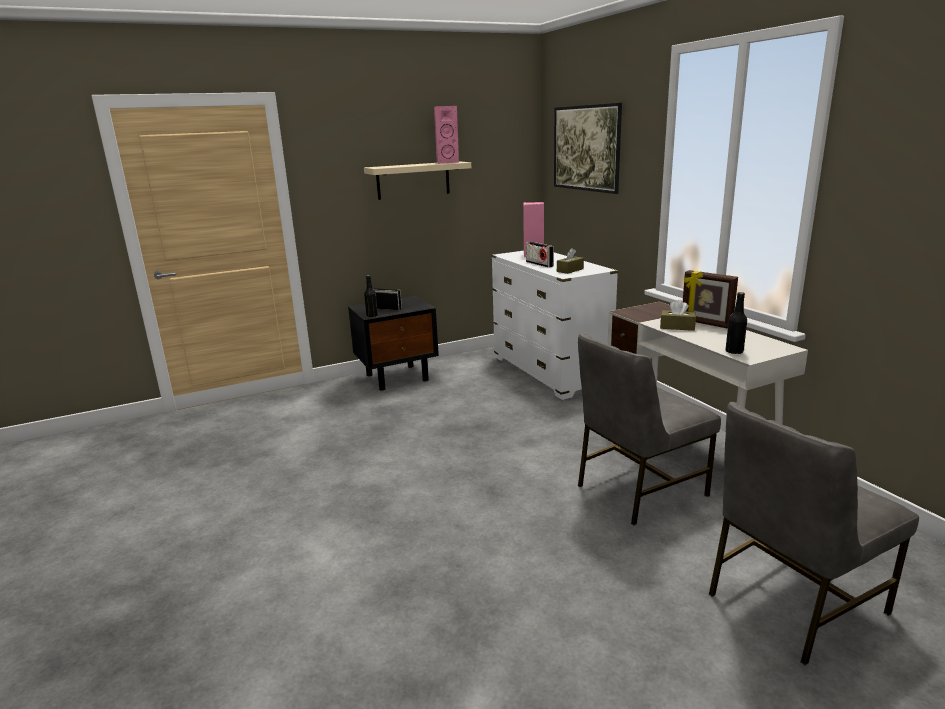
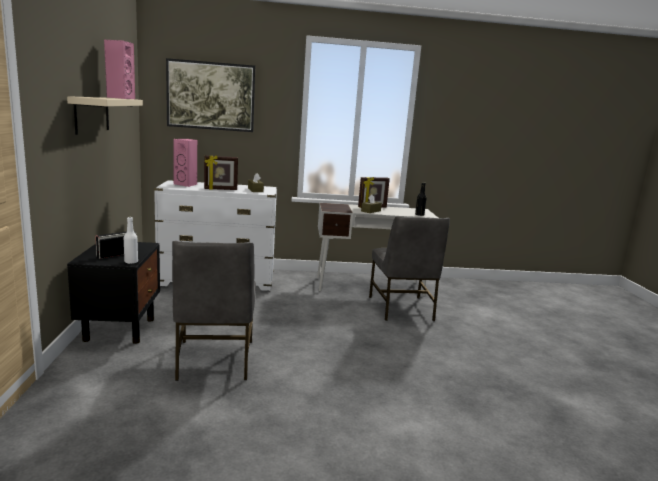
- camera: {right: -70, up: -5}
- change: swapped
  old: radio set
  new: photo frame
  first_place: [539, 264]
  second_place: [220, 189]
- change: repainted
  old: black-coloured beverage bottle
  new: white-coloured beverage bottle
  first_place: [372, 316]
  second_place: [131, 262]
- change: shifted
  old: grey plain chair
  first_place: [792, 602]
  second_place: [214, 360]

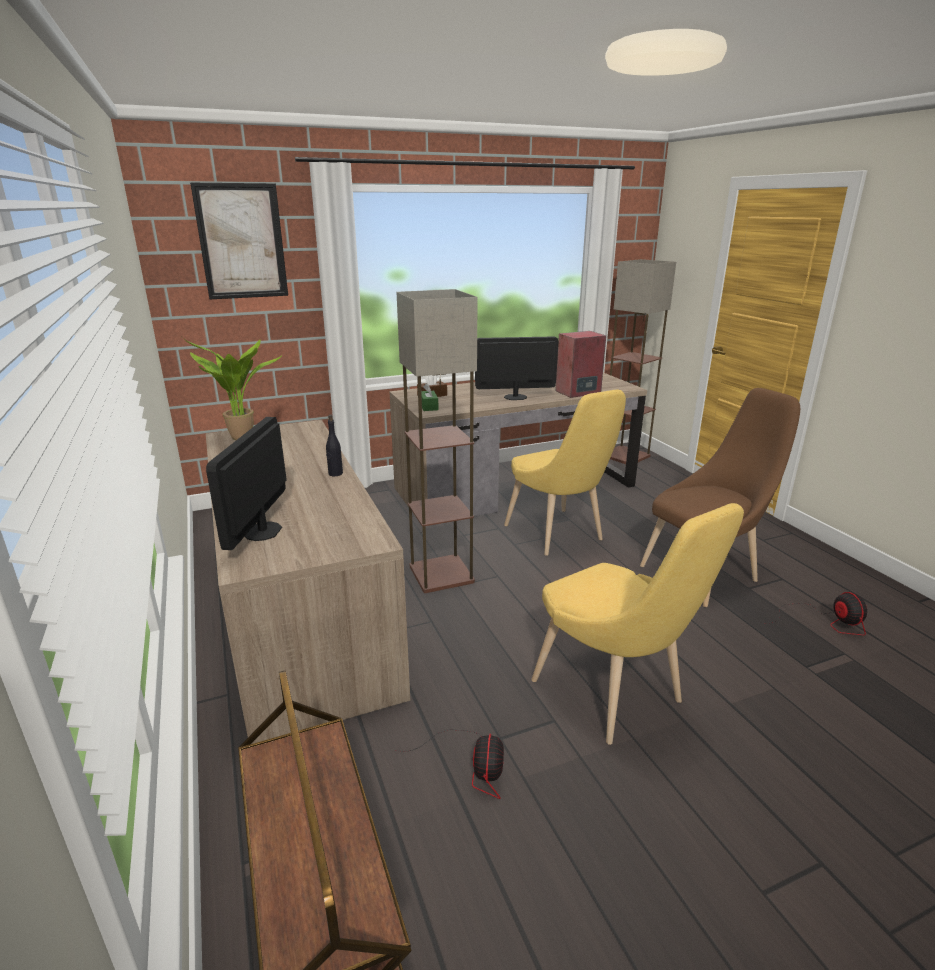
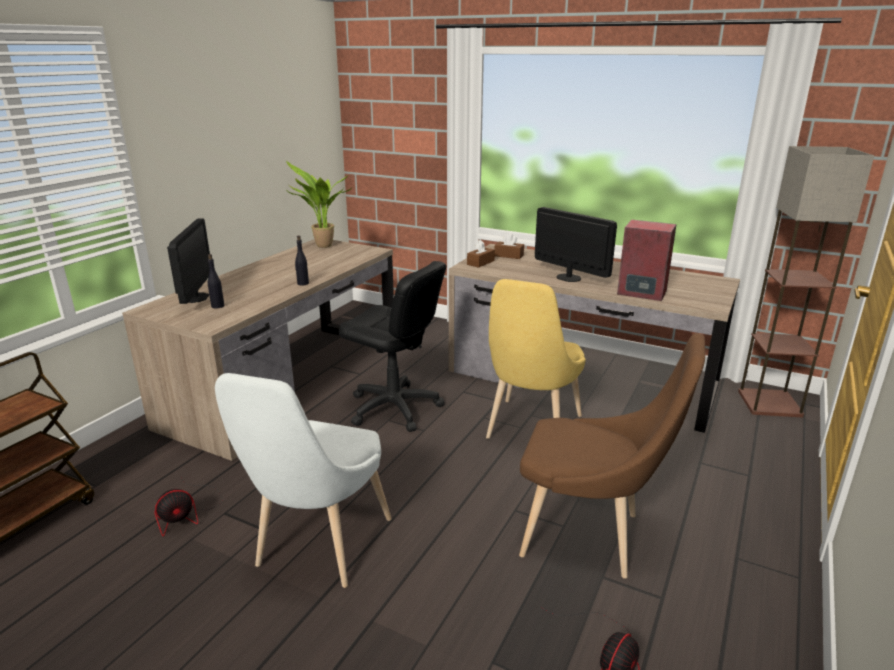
- camera: {right: 50, up: 0}
- change: gone
  old: wall picture
  first_place: [241, 242]
- change: swapped
  old: standard lamp
  new: black-coloured computer chair
  first_place: [442, 574]
  second_place: [394, 408]
- change: repainted
  old: green-coloured tissue box
  new: brown-coloured tissue box
  first_place: [428, 406]
  second_place: [480, 262]
- change: rotated
  old: computer display
  first_place: [263, 531]
  second_place: [196, 297]
  degrees: 120
- change: repainted
  old: yellowish plain chair
  new: white-coloured plain chair
  first_place: [614, 696]
  second_place: [319, 548]
- change: new
  new: black-coloured beverage bottle
  second_place: [217, 306]

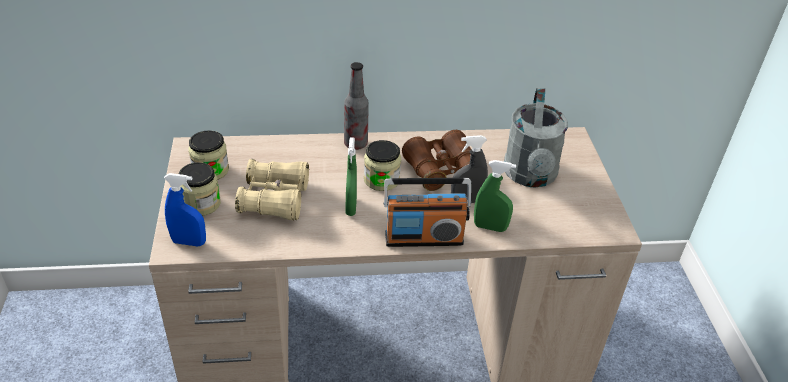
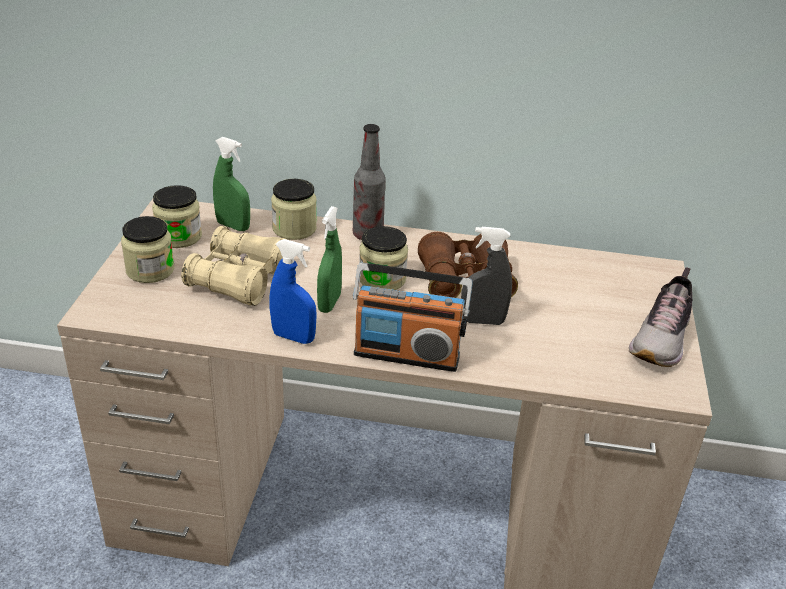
- camera: {right: 15, up: -5}
- change: gone
  old: grey sprinkling can
  first_place: [530, 176]
- change: shifted
  old: green-coloured hand sprayer
  first_place: [490, 227]
  second_place: [233, 226]
- change: shifted
  old: blue-coloured hand sprayer
  first_place: [189, 242]
  second_place: [293, 337]
- change: new
  new: preserve jar
  second_place: [294, 228]
- change: new
  new: shoe
  second_place: [662, 339]

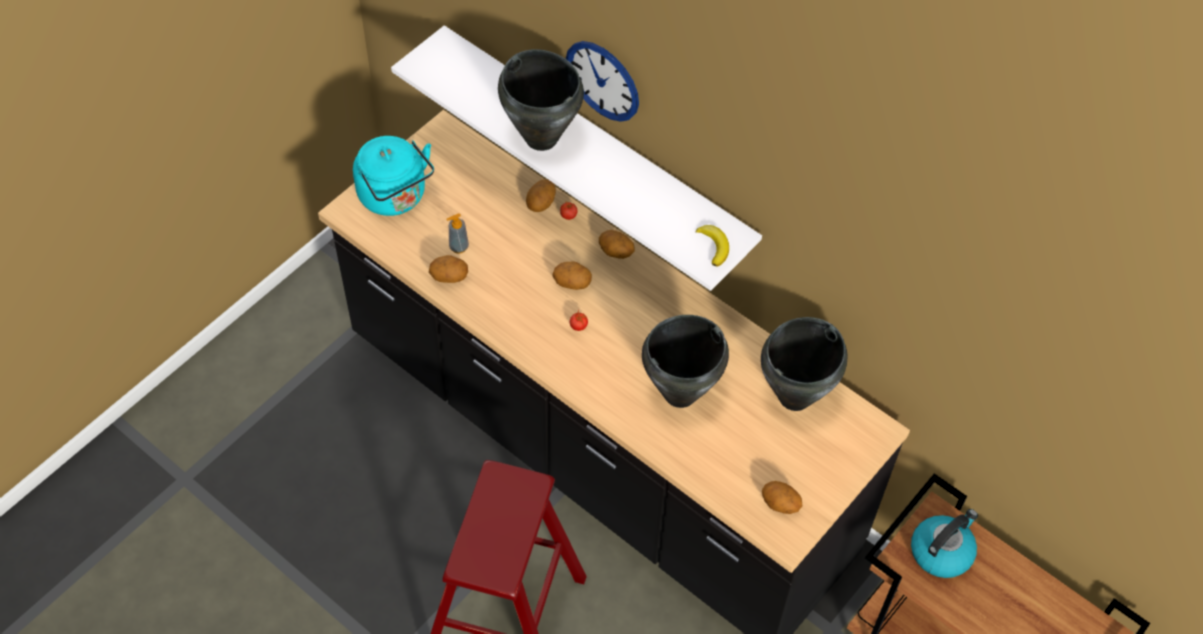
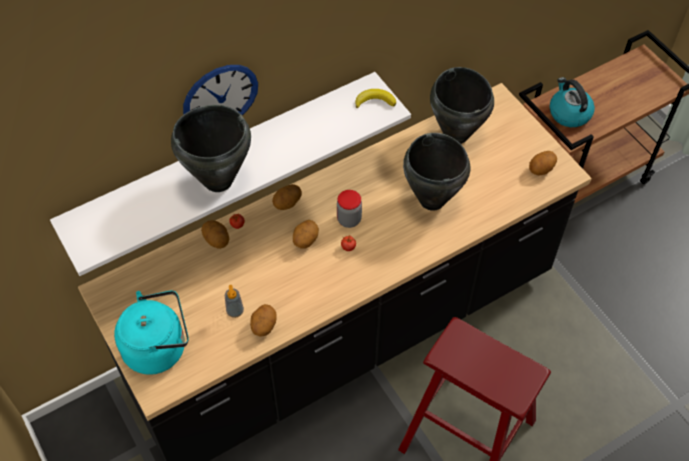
- camera: {right: -70, up: 0}
- change: new
  new: preserve jar
  second_place: [349, 219]

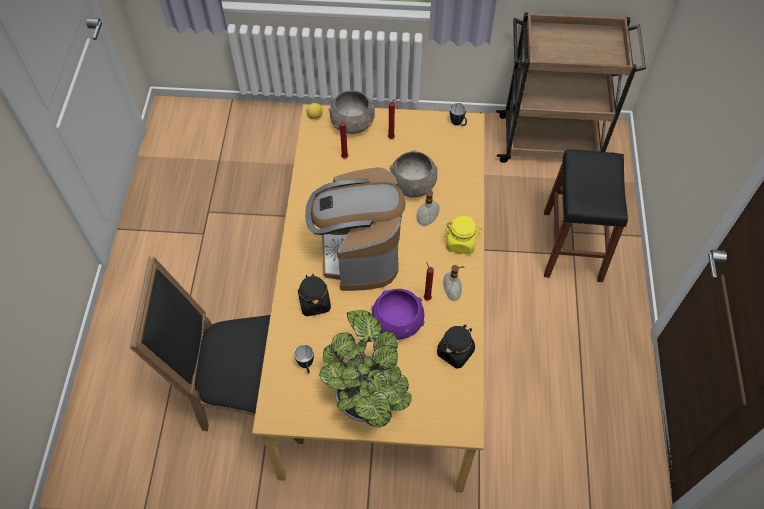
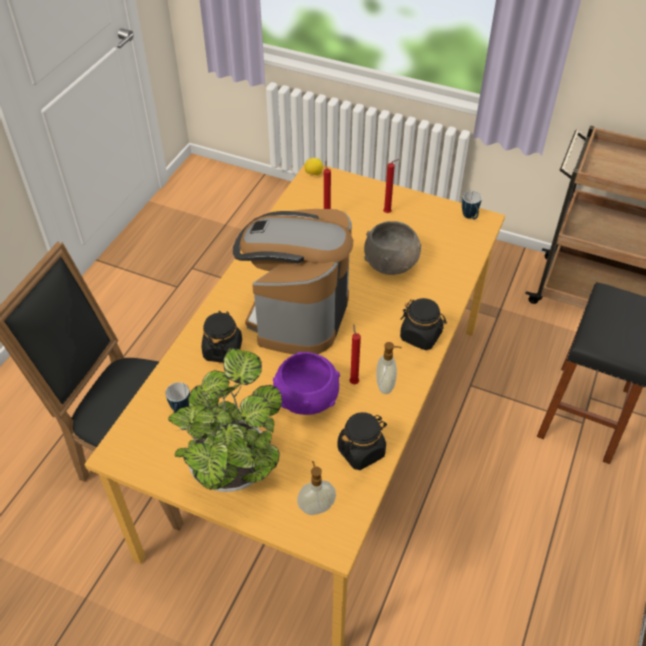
- camera: {right: 20, up: -10}
- change: gone
  old: grey bowl
  first_place: [352, 124]
- change: shifted
  old: soap bottle
  first_place: [426, 220]
  second_place: [316, 507]
- change: repainted
  old: yellowish preserve jar
  new: black-coloured preserve jar
  first_place: [461, 243]
  second_place: [421, 336]

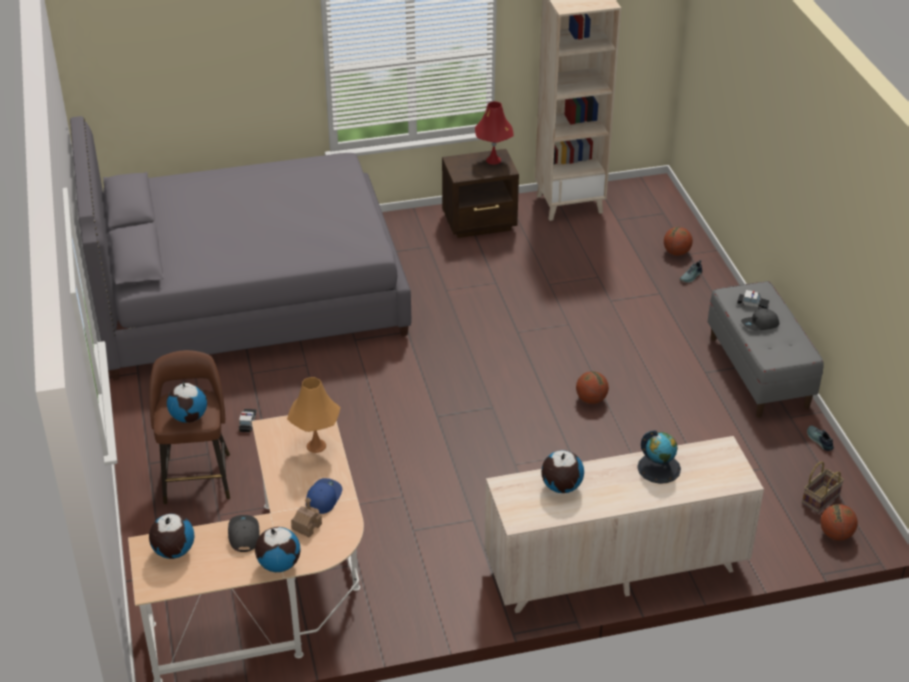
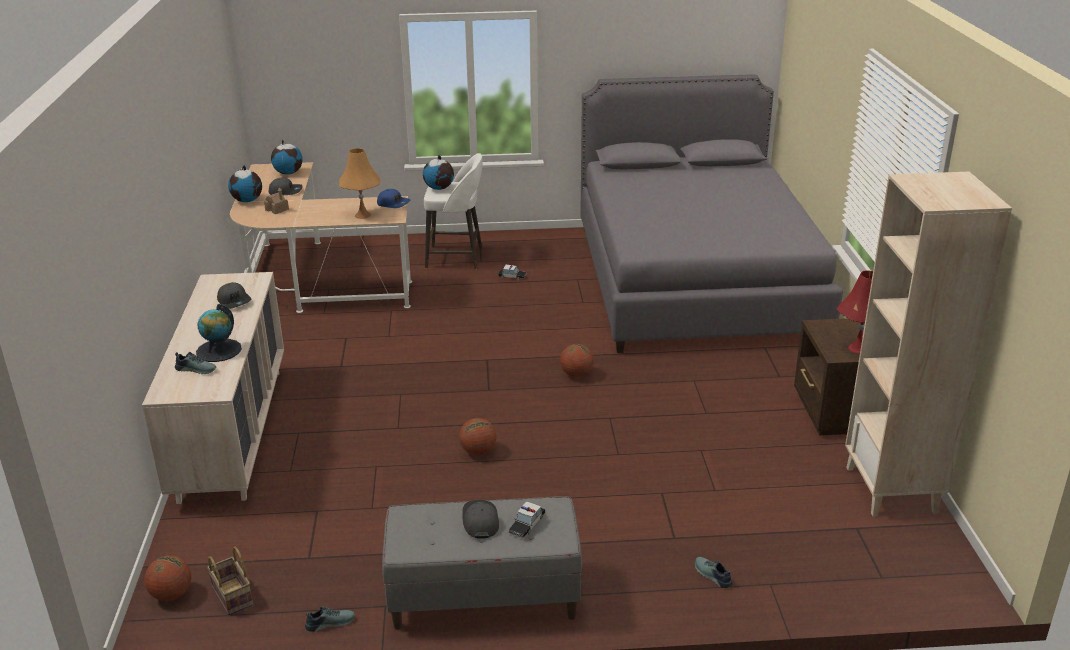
- camera: {right: 100, up: -10}
- change: shifted
  old: ball for basketball
  first_place: [676, 252]
  second_place: [576, 374]
- change: repainted
  old: brown-coloured stool
  new: white-coloured stool
  first_place: [197, 476]
  second_place: [456, 257]
- change: swapped
  old: globe
  new: grey baseball cap
  first_place: [561, 487]
  second_place: [235, 301]
- change: shifted
  old: blue-coloured baseball cap
  first_place: [323, 498]
  second_place: [393, 203]
- change: new
  new: shoe
  second_place: [196, 369]

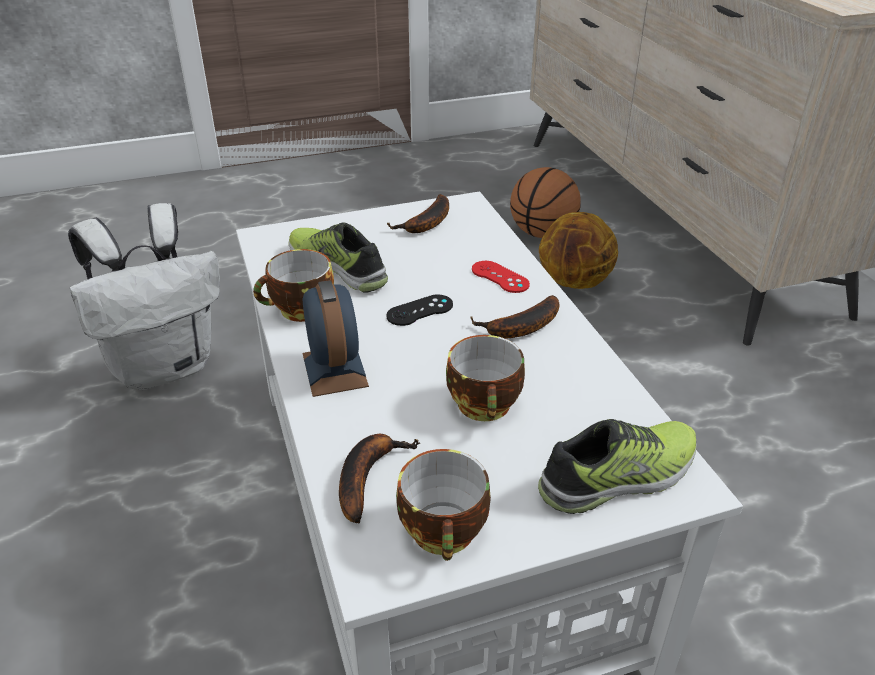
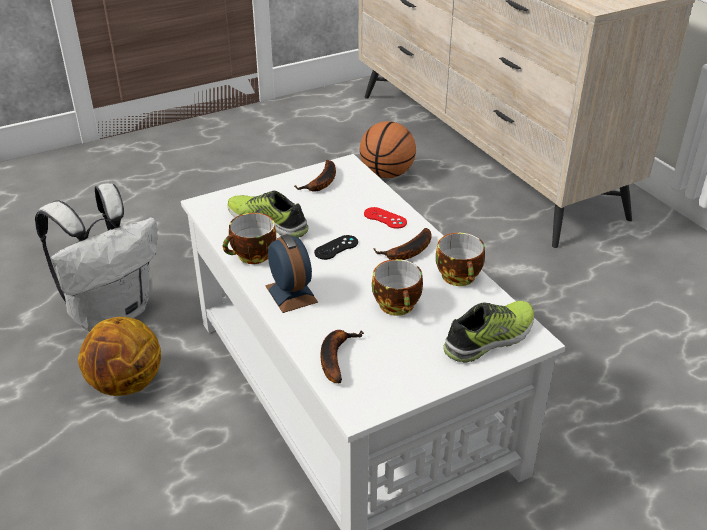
- camera: {right: -10, up: 0}
- change: shifted
  old: ball for basketball
  first_place: [574, 282]
  second_place: [126, 384]
- change: shifted
  old: drinking cup
  first_place: [446, 534]
  second_place: [460, 277]

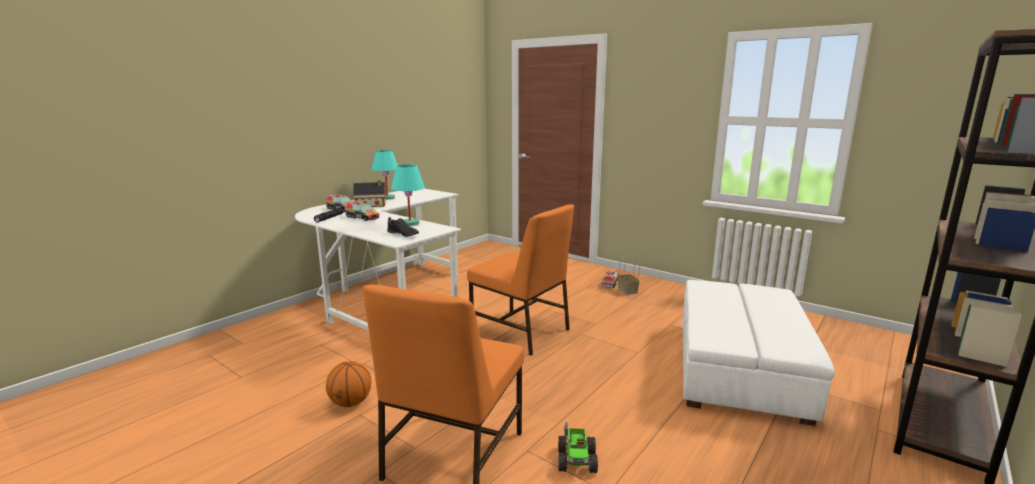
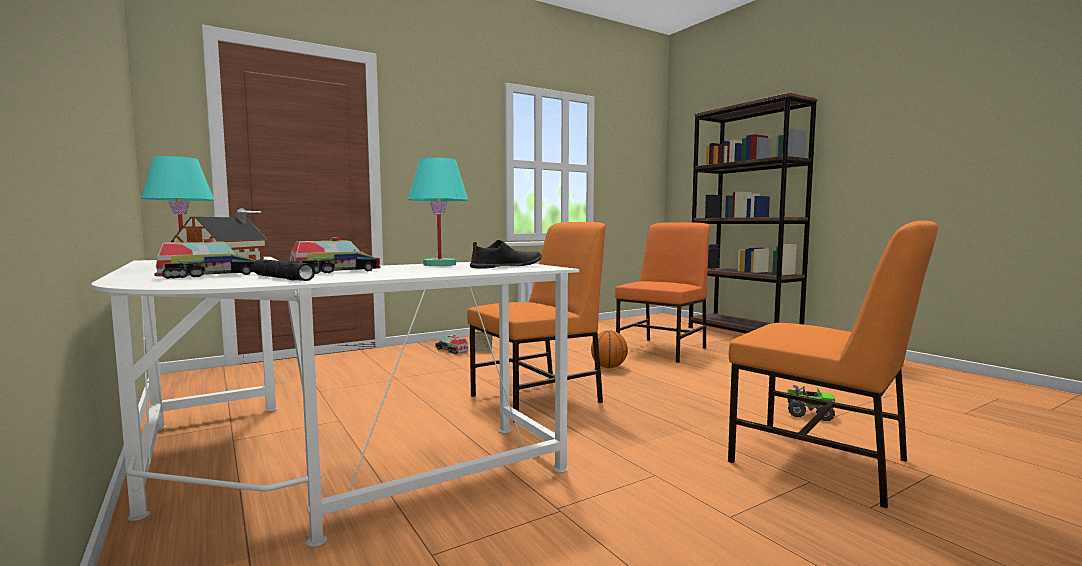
- camera: {right: -70, up: -10}
- change: swapped
  old: white-coloured pouffe
  new: orangey plain chair
  first_place: [739, 367]
  second_place: [663, 350]
- change: shifted
  old: ball for basketball
  first_place: [351, 403]
  second_place: [609, 367]

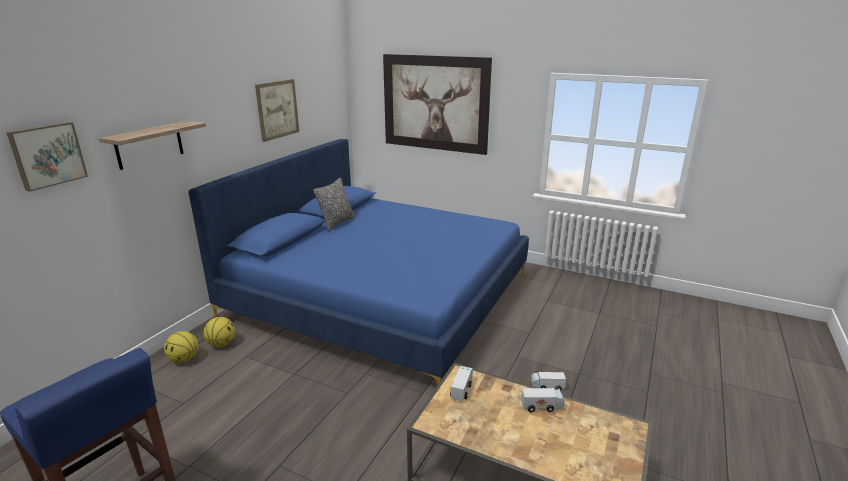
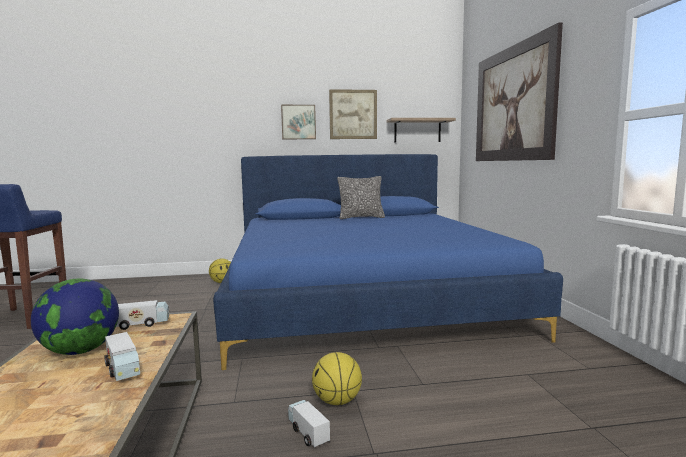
- camera: {right: 55, up: -15}
- change: shifted
  old: shelf
  first_place: [149, 145]
  second_place: [417, 131]
- change: shifted
  old: wall picture
  first_place: [47, 155]
  second_place: [298, 122]
- change: shifted
  old: ball for basketball
  first_place: [184, 359]
  second_place: [337, 401]
- change: new
  new: globe
  second_place: [81, 351]

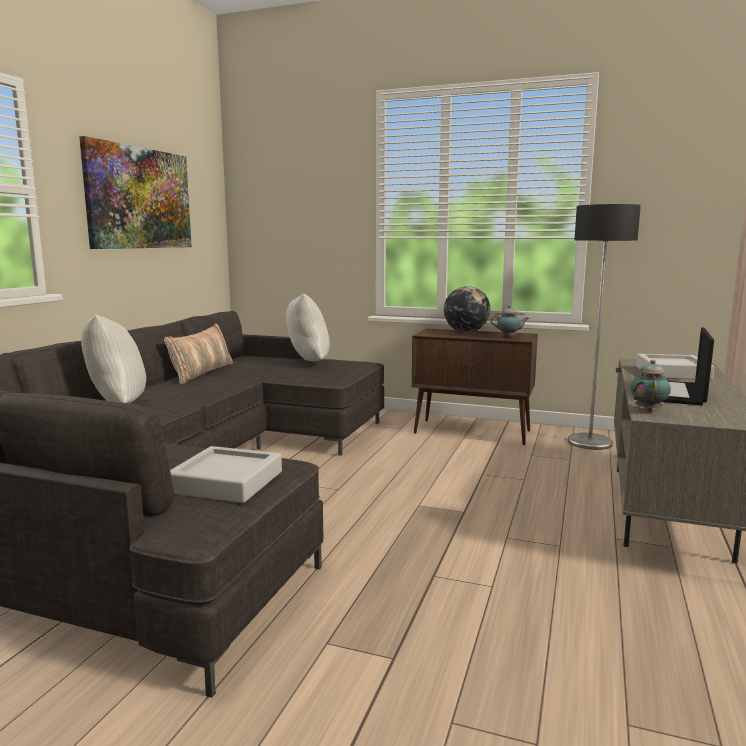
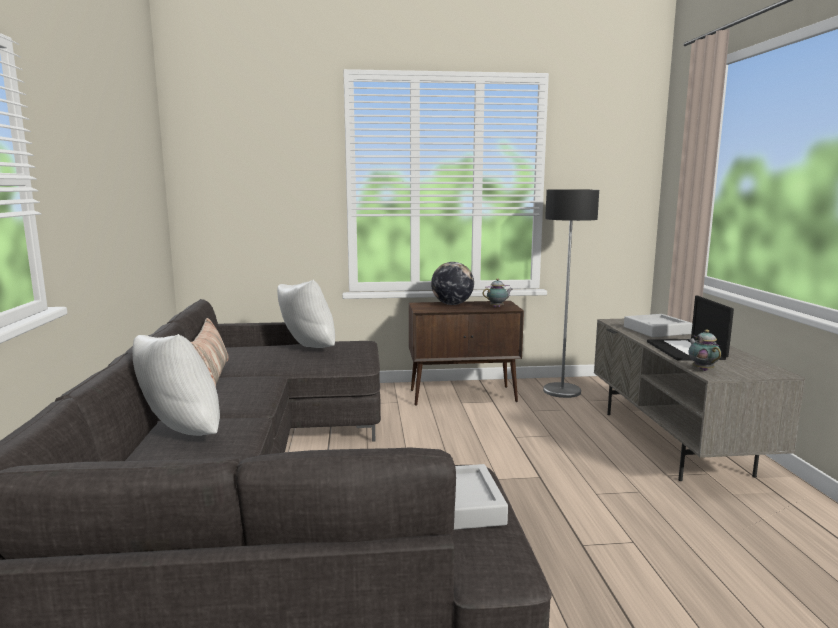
- camera: {right: -25, up: 0}
- change: gone
  old: wall picture
  first_place: [139, 198]

